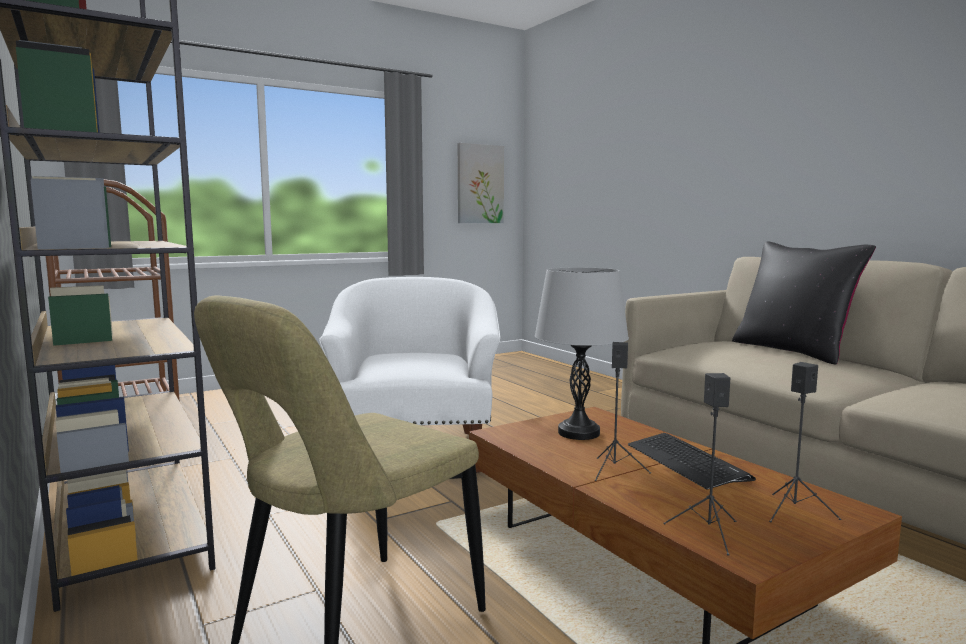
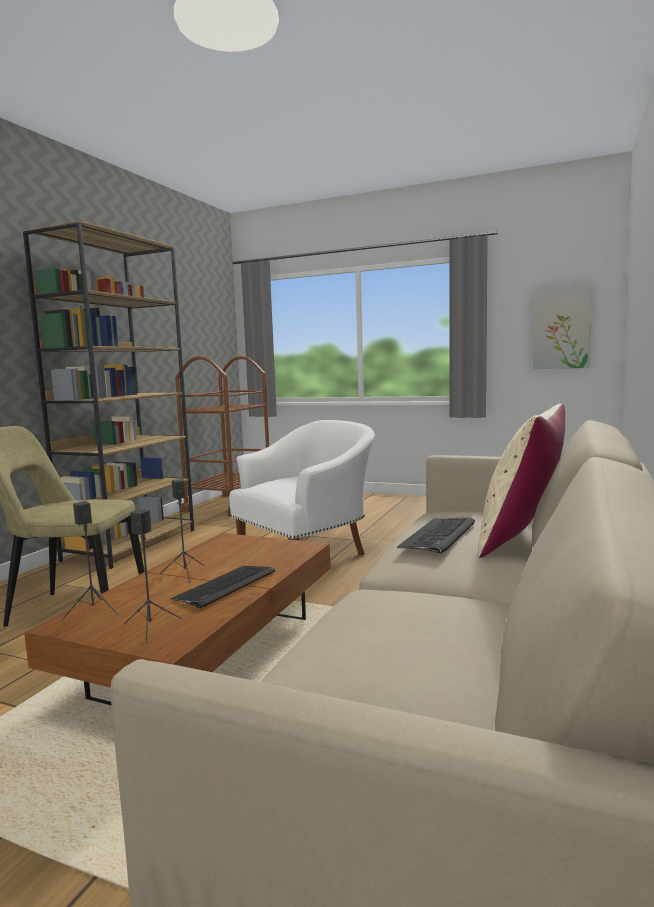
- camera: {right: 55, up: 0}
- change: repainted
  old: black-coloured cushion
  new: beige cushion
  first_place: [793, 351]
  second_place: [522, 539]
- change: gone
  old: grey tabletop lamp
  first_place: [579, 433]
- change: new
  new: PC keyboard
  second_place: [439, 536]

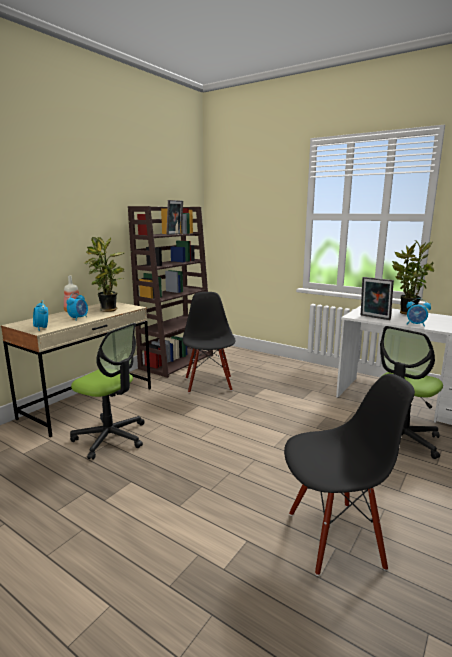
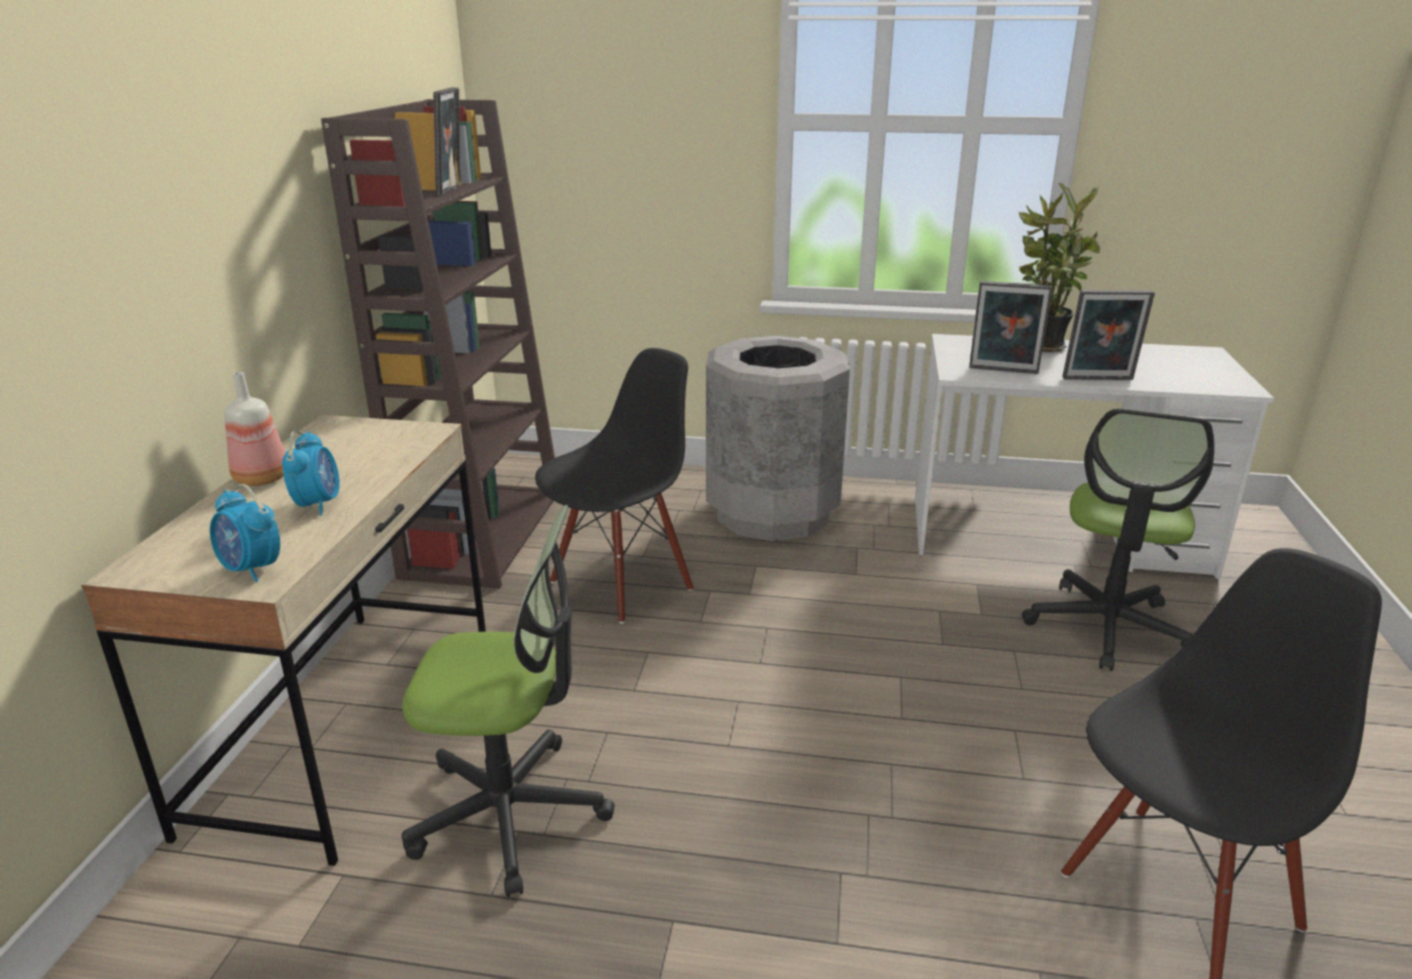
- camera: {right: -25, up: 10}
- change: gone
  old: potted plant
  first_place: [108, 310]
- change: rotated
  old: black-coloured plain chair
  first_place: [209, 384]
  second_place: [621, 583]
  degrees: 75
- change: swapped
  old: table clock
  new: photo frame
  first_place: [416, 324]
  second_place: [1099, 380]
- change: new
  new: grey rubbish bin
  second_place: [773, 513]

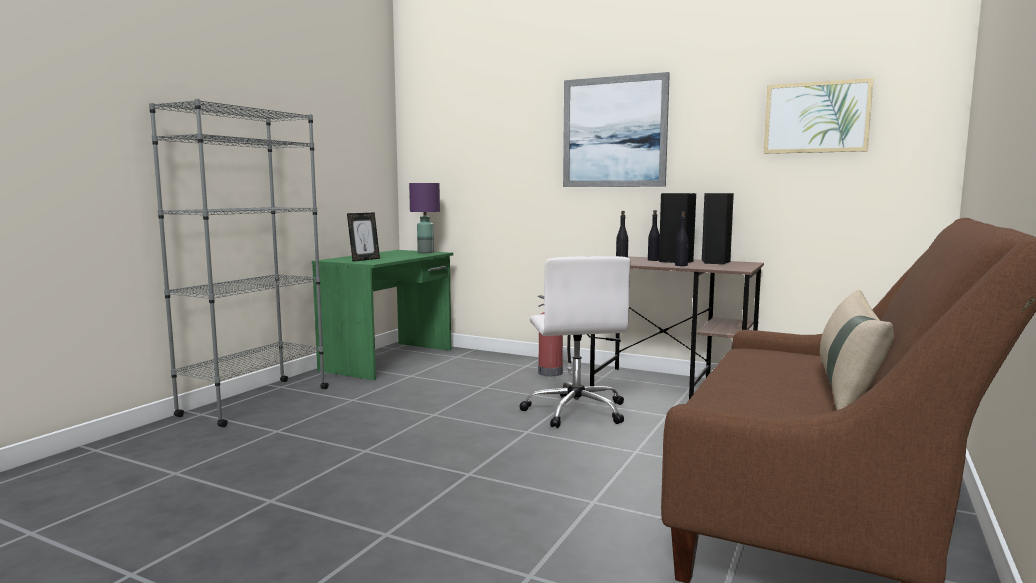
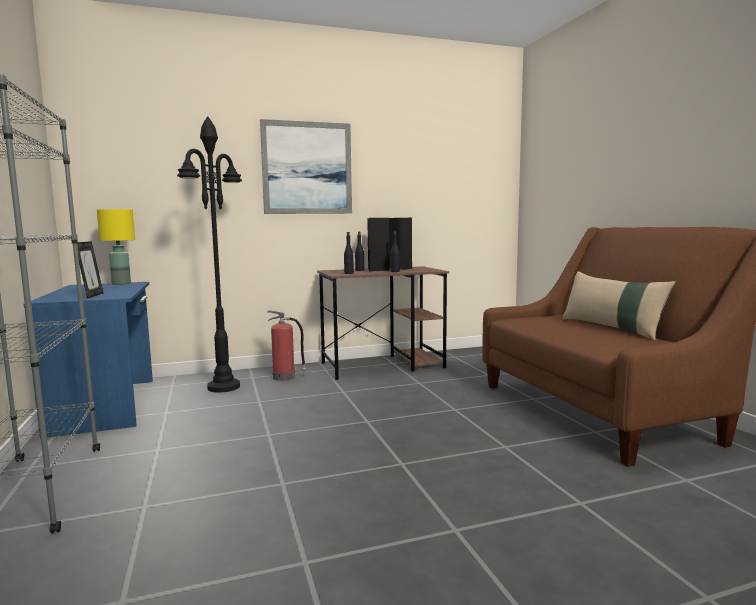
- camera: {right: -45, up: 0}
- change: gone
  old: wall picture
  first_place: [816, 117]
- change: repainted
  old: purple-coloured tabletop lamp
  new: yellowish tabletop lamp
  first_place: [426, 252]
  second_place: [122, 284]
- change: repainted
  old: green-coloured desk
  new: blue-coloured desk
  first_place: [390, 360]
  second_place: [107, 405]
- change: gone
  old: white-coloured computer chair
  first_place: [576, 411]
- change: new
  new: black-coloured standard lamp
  second_place: [224, 387]

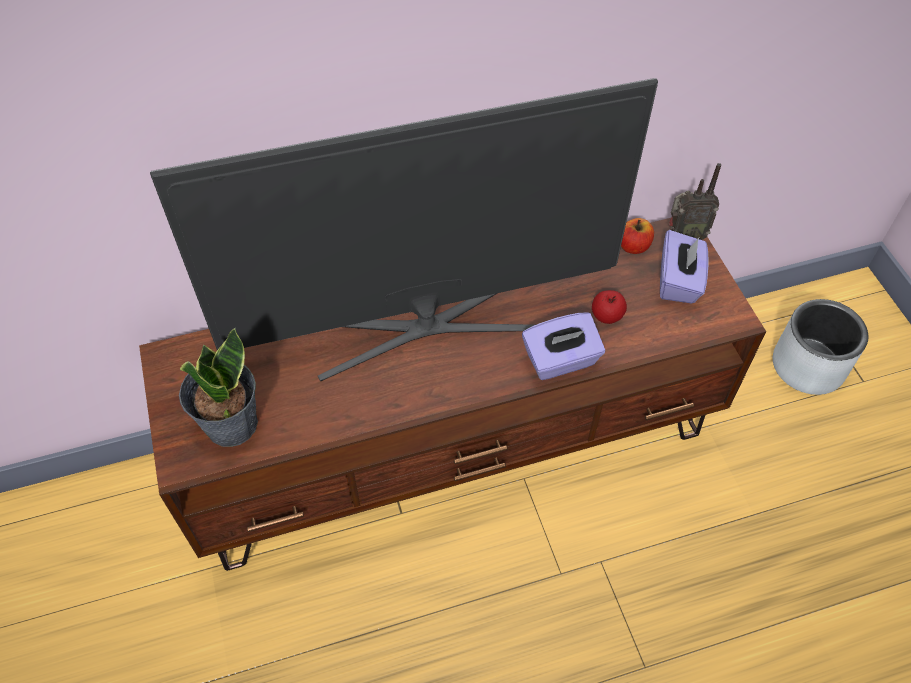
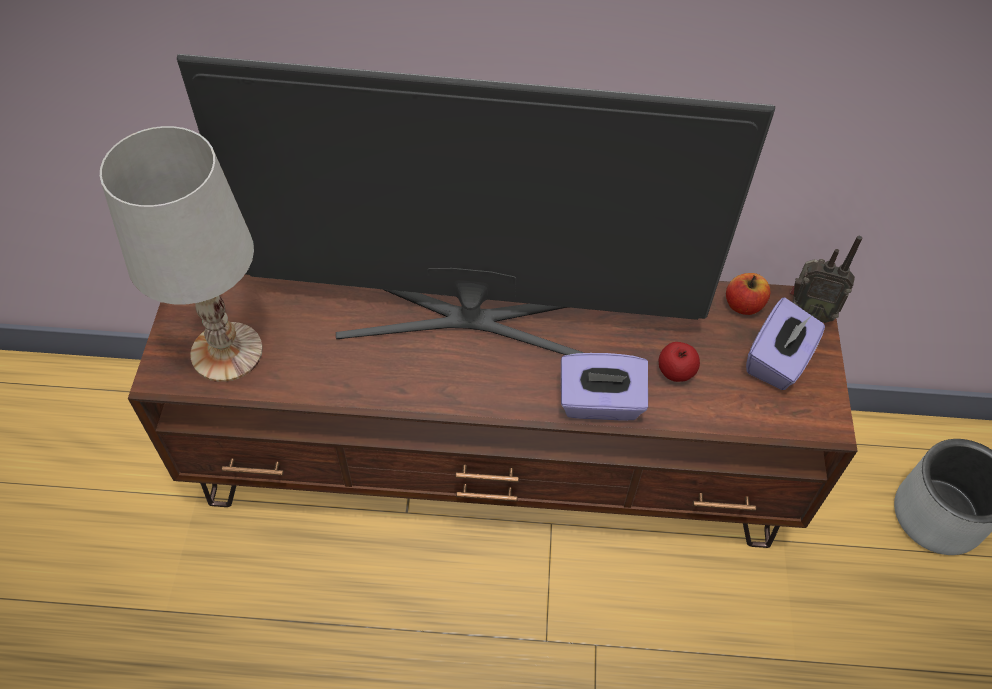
- camera: {right: 20, up: 0}
- change: swapped
  old: potted plant
  new: white-coloured tabletop lamp
  first_place: [230, 424]
  second_place: [228, 352]

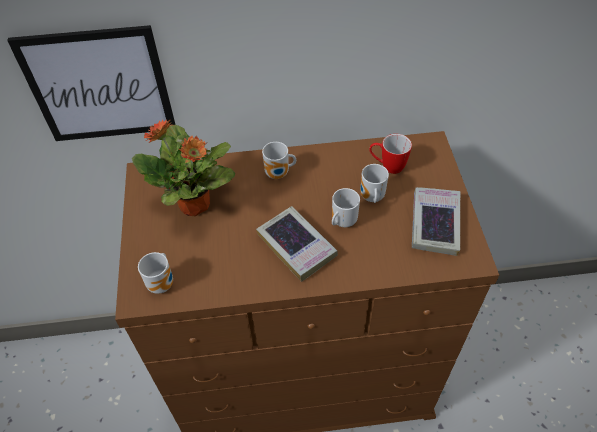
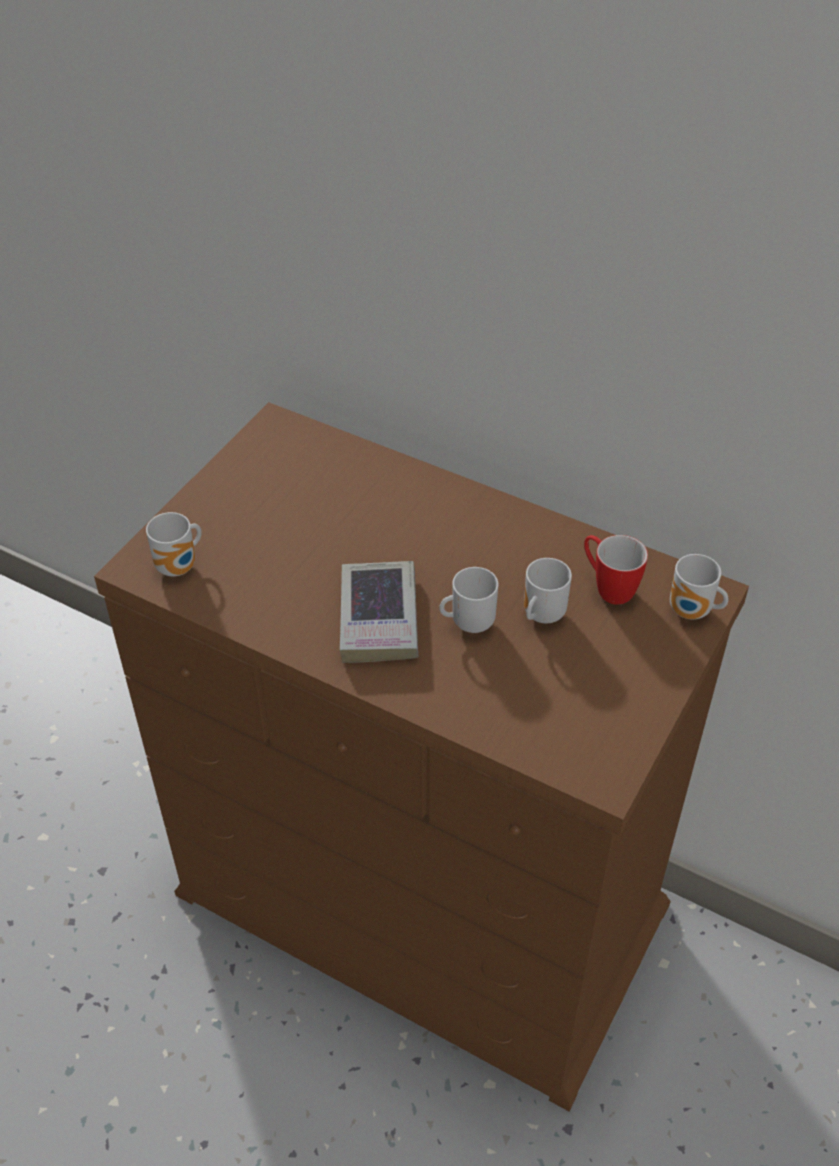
- camera: {right: 35, up: -5}
- change: gone
  old: wall picture
  first_place: [99, 86]
- change: gone
  old: potted plant
  first_place: [195, 205]
- change: shifted
  old: coffee mug
  first_place: [279, 174]
  second_place: [691, 613]
- change: gone
  old: bound book
  first_place: [434, 224]

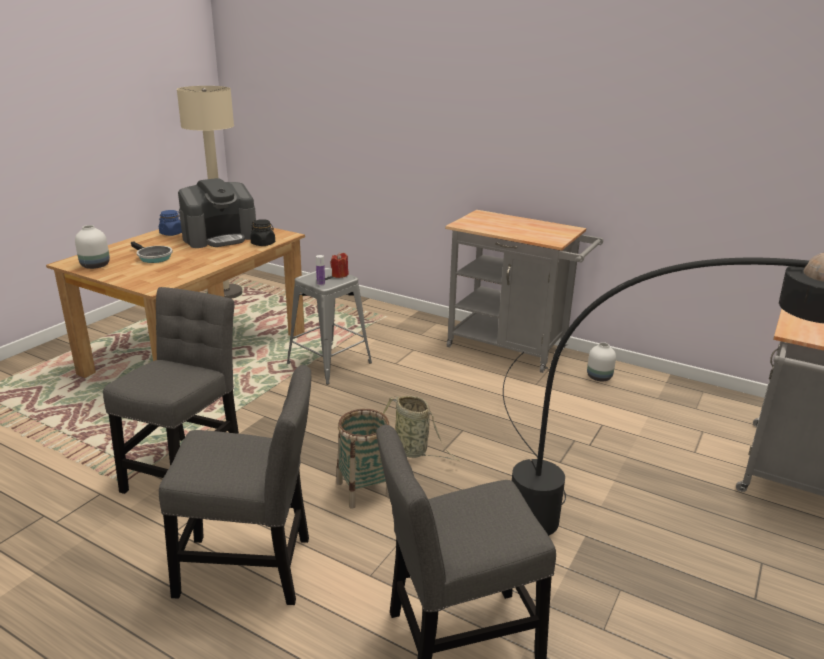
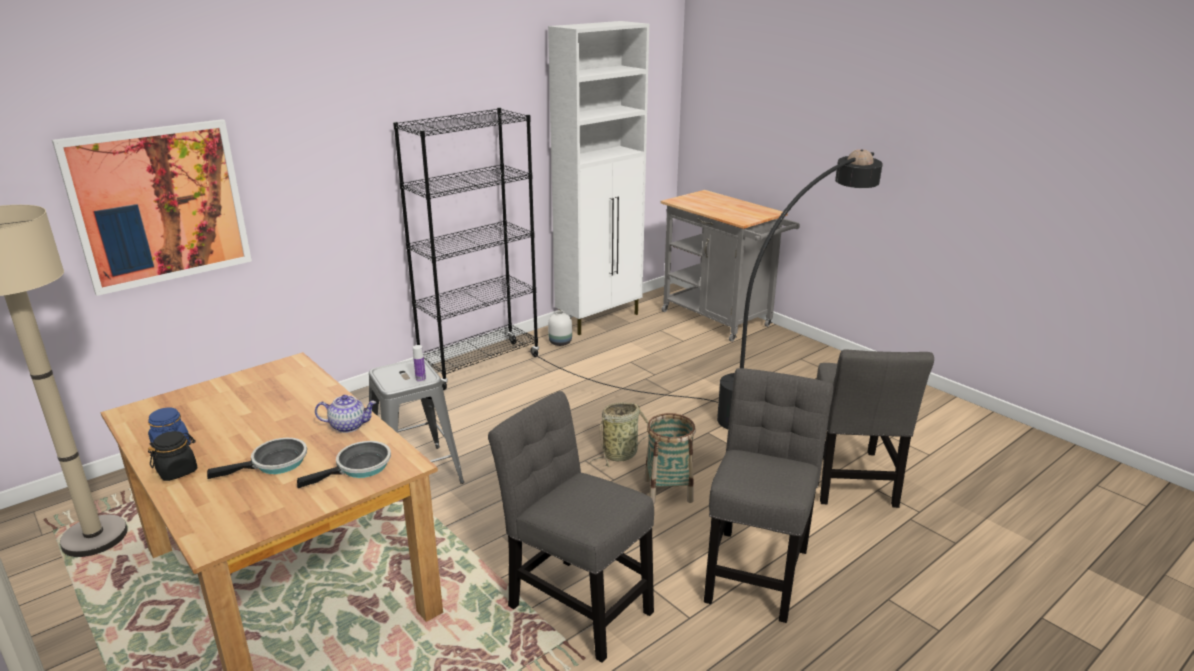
- camera: {right: -70, up: 0}
- change: gone
  old: coffee maker
  first_place: [220, 237]
- change: swapped
  old: grey trolley
  new: black-coloured shelving unit
  first_place: [513, 349]
  second_place: [480, 365]
- change: shifted
  old: black-coloured preserve jar
  first_place: [263, 244]
  second_place: [177, 471]
- change: gone
  old: white-coloured vase
  first_place: [94, 266]
- change: gone
  old: red-coloured wax candle
  first_place: [340, 275]
- change: new
  new: white-coloured cupboard
  second_place: [600, 319]
- change: new
  new: wall picture
  second_place: [159, 205]
- change: new
  new: teapot
  second_place: [349, 426]
- change: new
  new: pan
  second_place: [359, 467]

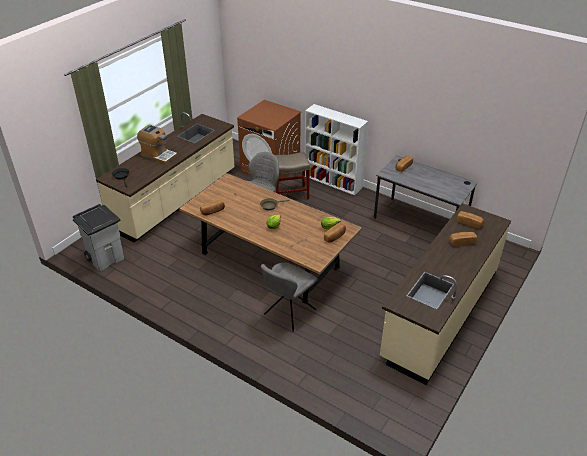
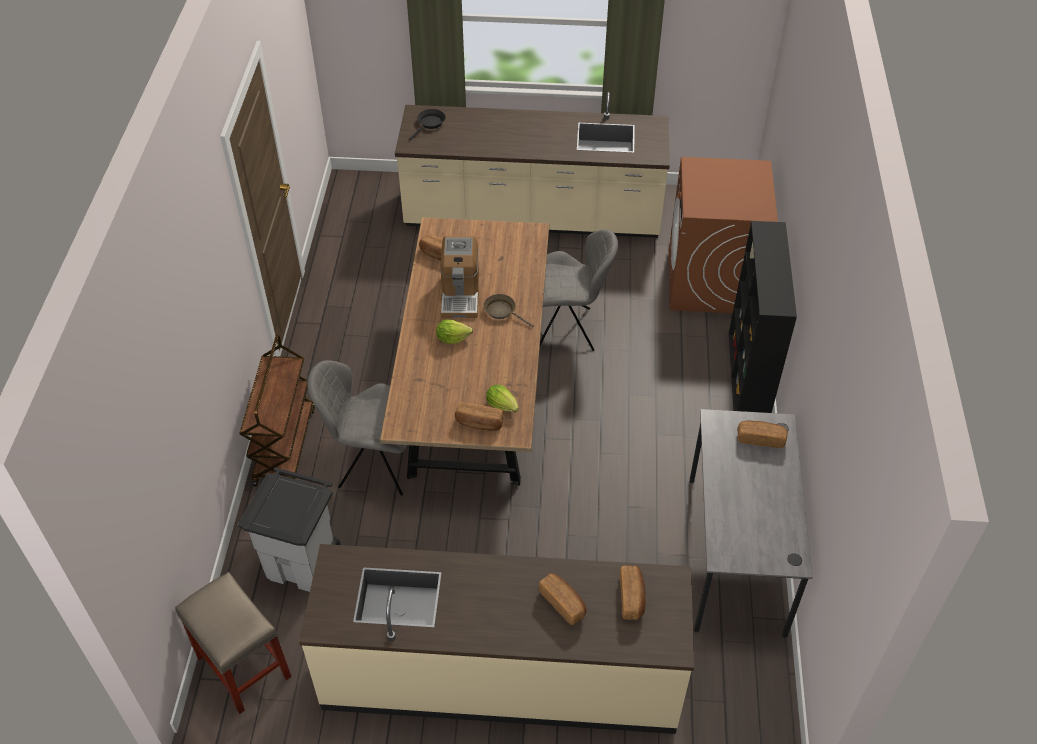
- camera: {right: 60, up: 10}
- change: repainted
  old: white-coloured shelving unit
  new: black-coloured shelving unit
  first_place: [333, 182]
  second_place: [747, 379]
- change: shifted
  old: coffee maker
  first_place: [158, 155]
  second_place: [460, 294]
- change: shifted
  old: beige stool
  first_place: [290, 194]
  second_place: [242, 666]
- change: shifted
  old: grey rubbish bin
  first_place: [106, 258]
  second_place: [304, 564]
- change: new
  new: brown-coloured trolley
  second_place: [284, 446]

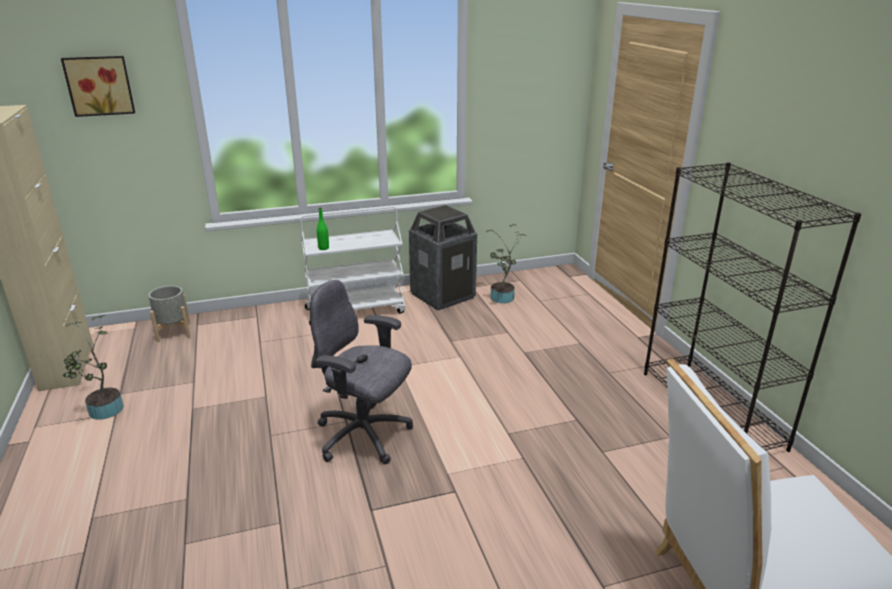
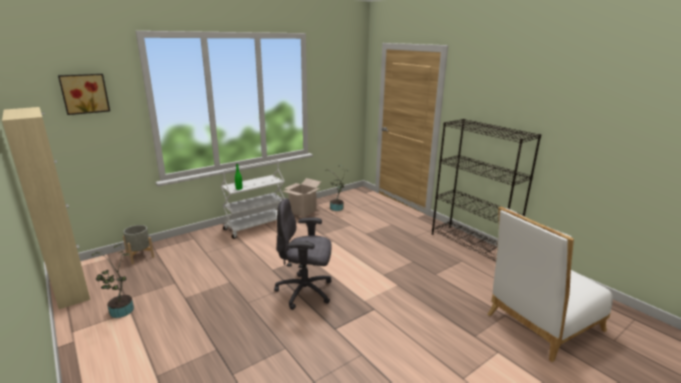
- camera: {right: -20, up: -5}
- change: swapped
  old: rubbish bin
  new: carton
  first_place: [443, 295]
  second_place: [302, 211]

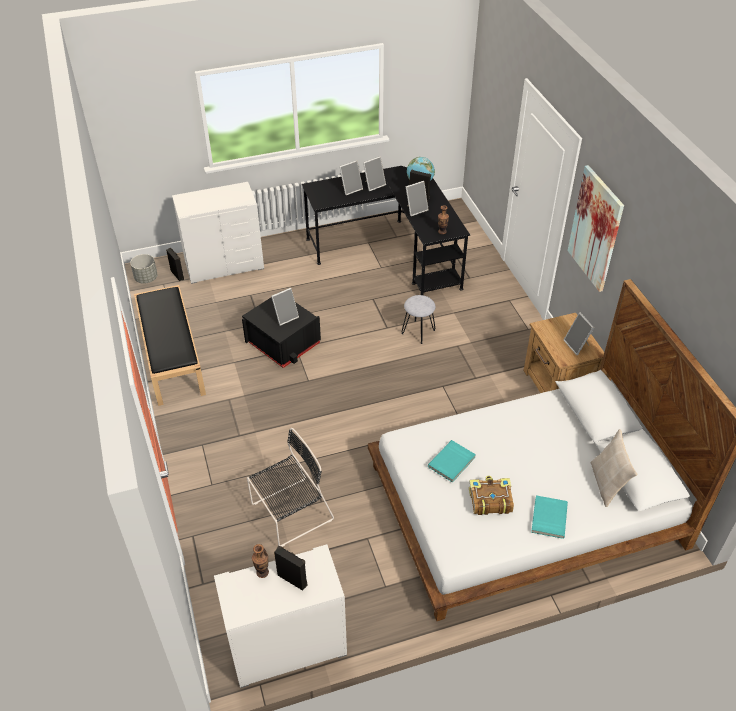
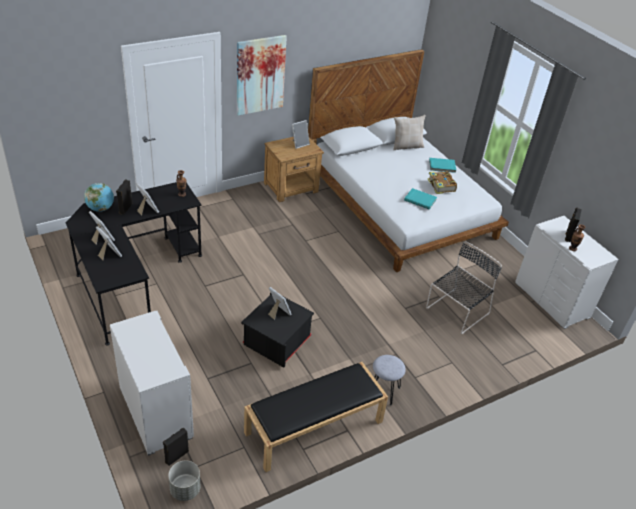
- camera: {right: -105, up: -5}
- change: shifted
  old: grey stool
  first_place: [418, 332]
  second_place: [384, 391]
- change: rotated
  old: black-coloured plain chair
  first_place: [290, 513]
  second_place: [456, 312]
  degrees: 90

